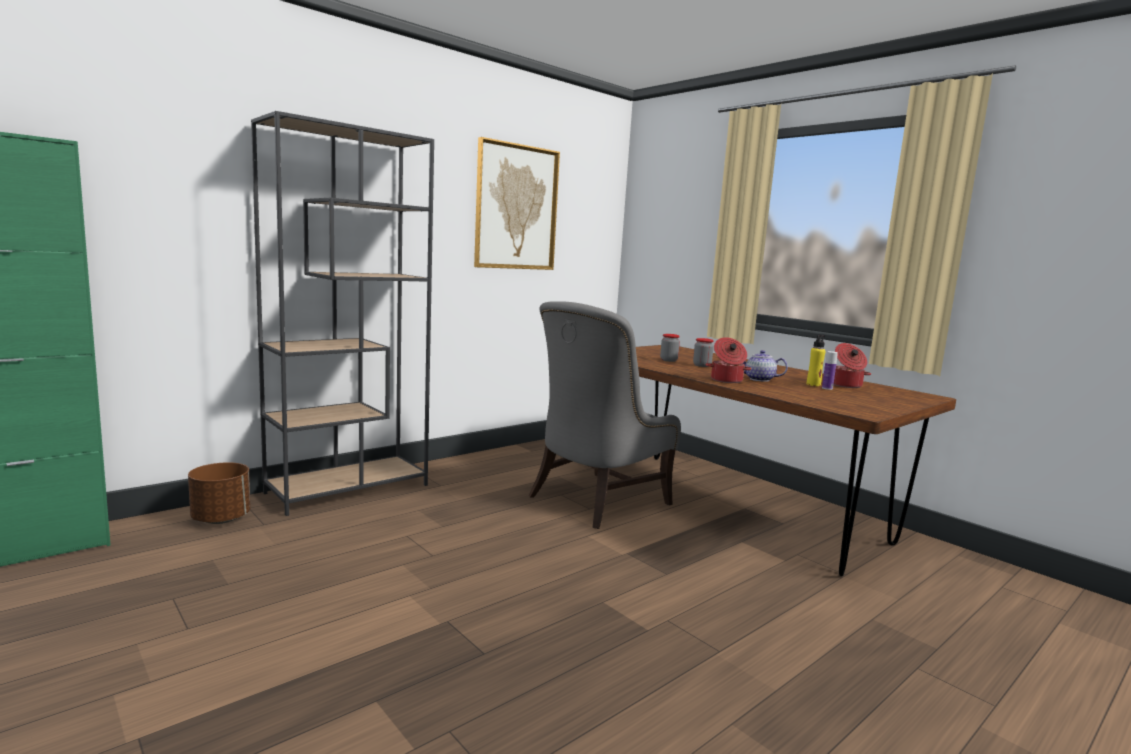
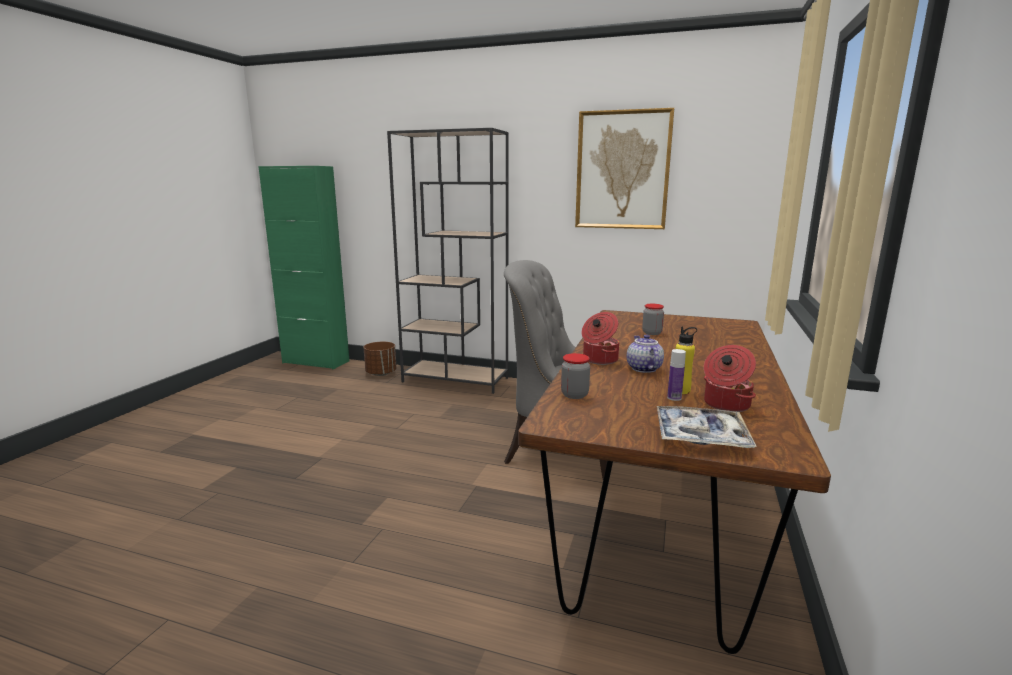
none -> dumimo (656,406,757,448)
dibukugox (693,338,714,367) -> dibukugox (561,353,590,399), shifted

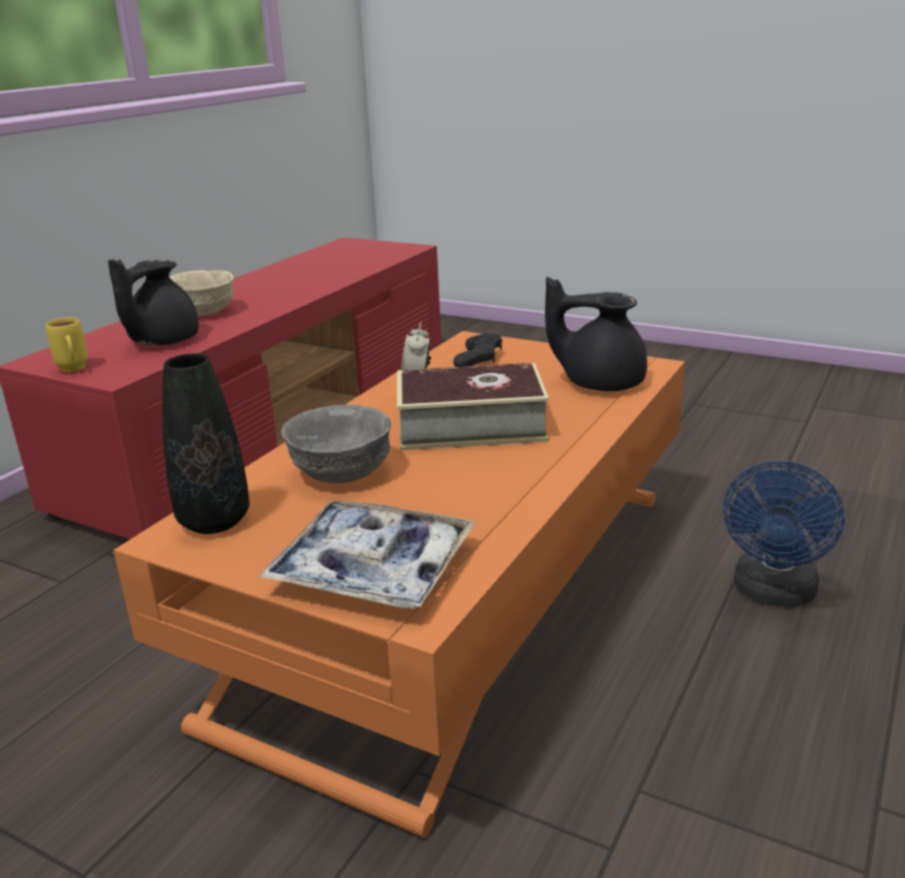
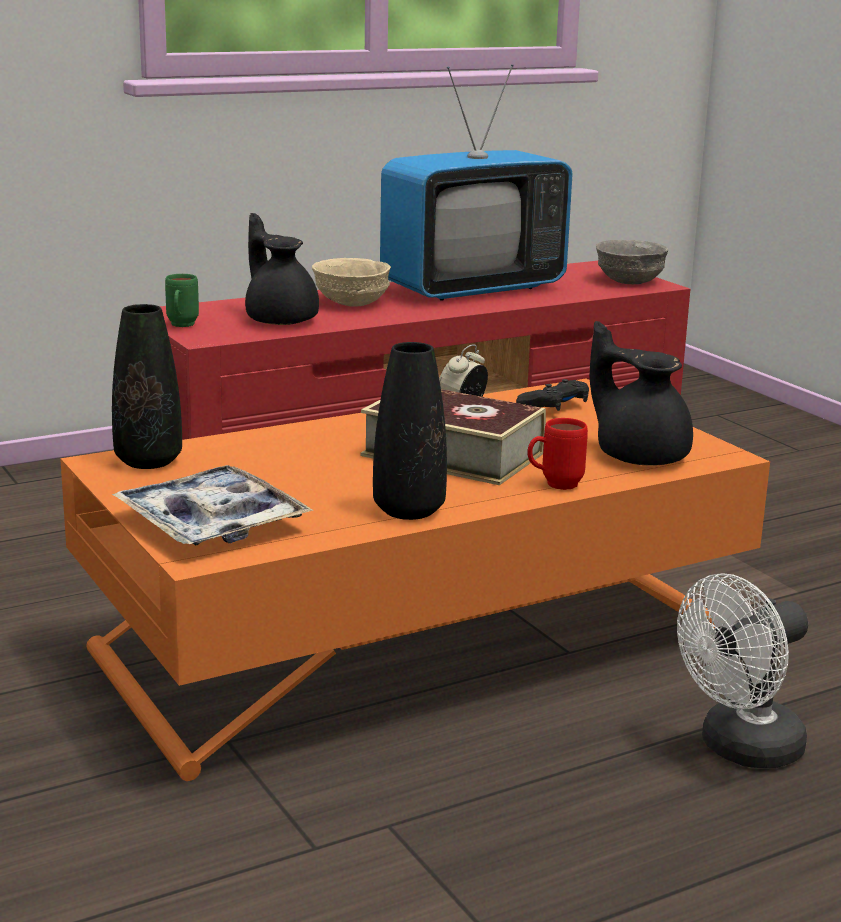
none -> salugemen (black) (373,342,447,520)
none -> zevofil (380,64,573,301)
none -> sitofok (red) (528,418,588,490)
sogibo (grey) (281,405,391,483) -> sogibo (grey) (596,240,668,284), shifted
sitofok (yellow) (46,317,88,372) -> sitofok (green) (165,274,199,327)
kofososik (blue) (723,461,845,607) -> kofososik (white) (677,574,808,768)
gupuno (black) (108,259,199,346) -> gupuno (black) (245,213,319,325), 90 degrees clockwise

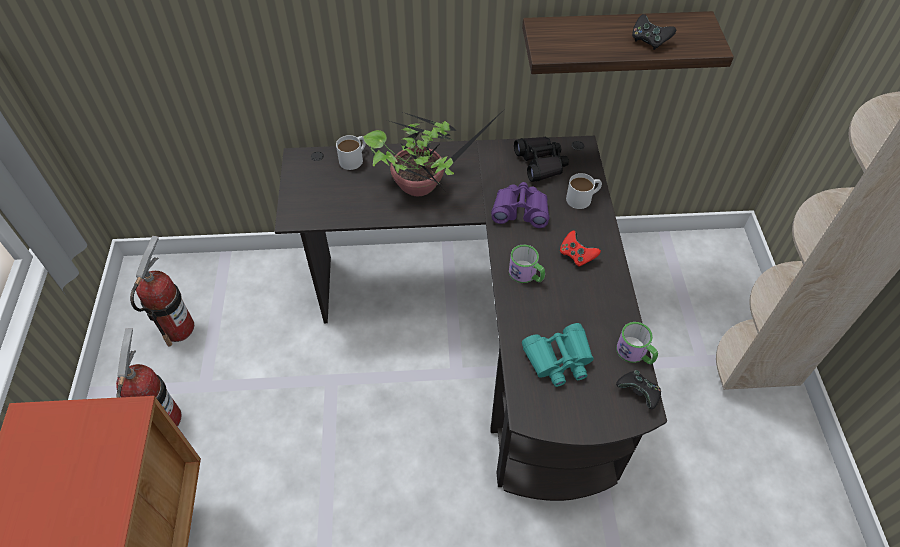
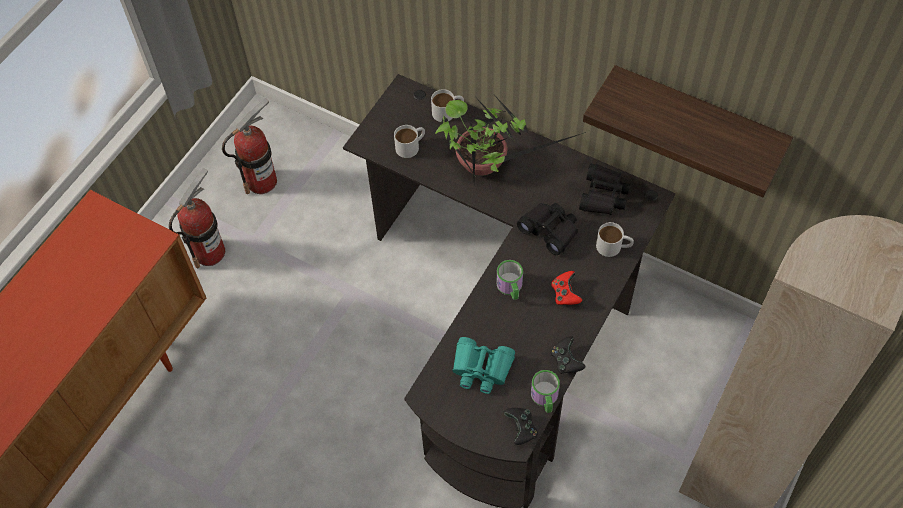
none -> sitofok (white) (394,125,425,158)
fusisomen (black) (632,14,676,50) -> fusisomen (black) (551,336,586,374), shifted
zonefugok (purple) (491,182,549,228) -> zonefugok (black) (517,203,578,255)

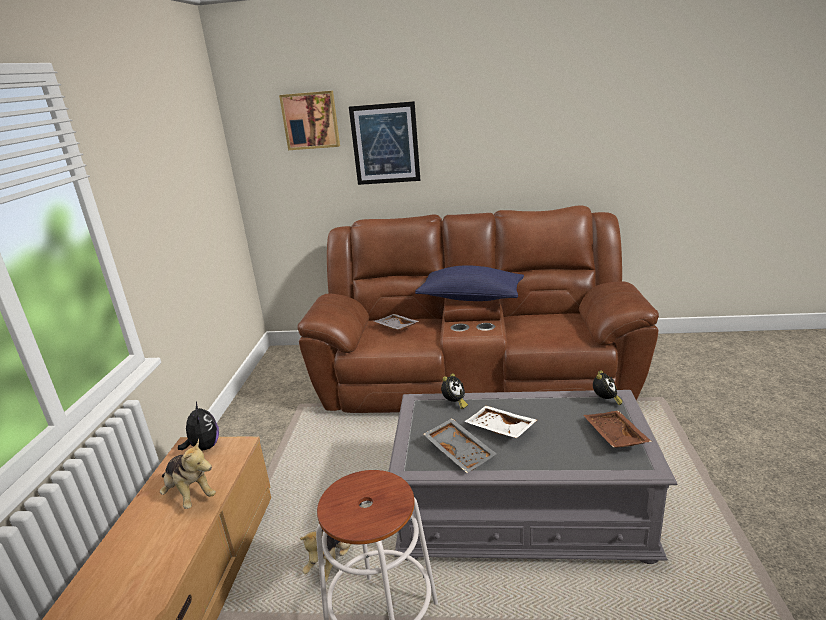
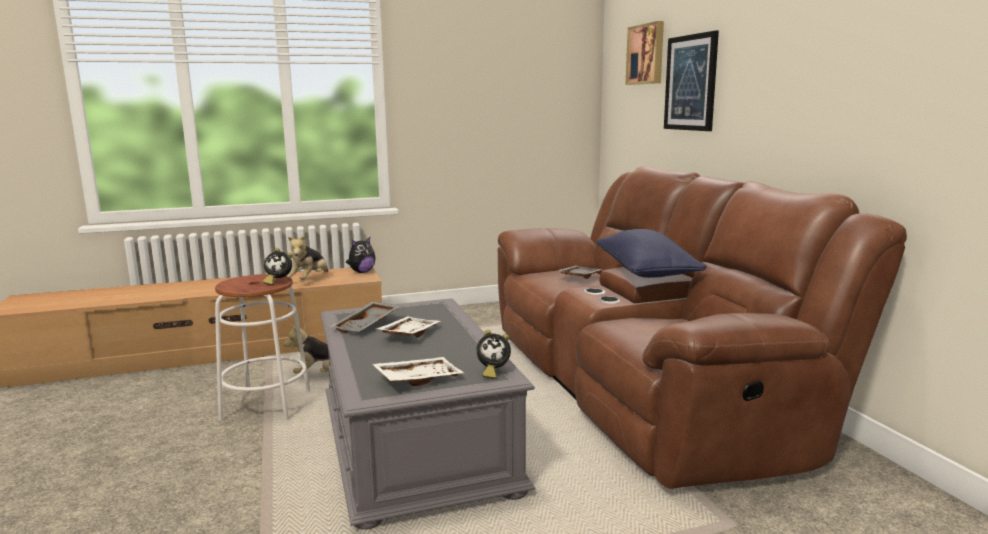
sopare (441,374,468,409) -> sopare (263,248,293,286), shifted
dumimo (brown) (583,411,652,448) -> dumimo (white) (372,357,464,386)

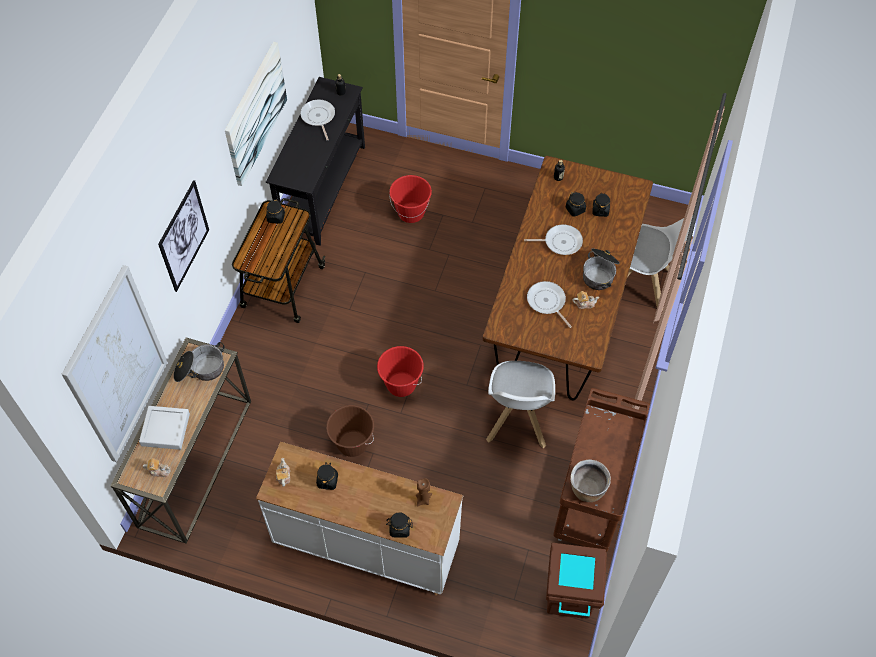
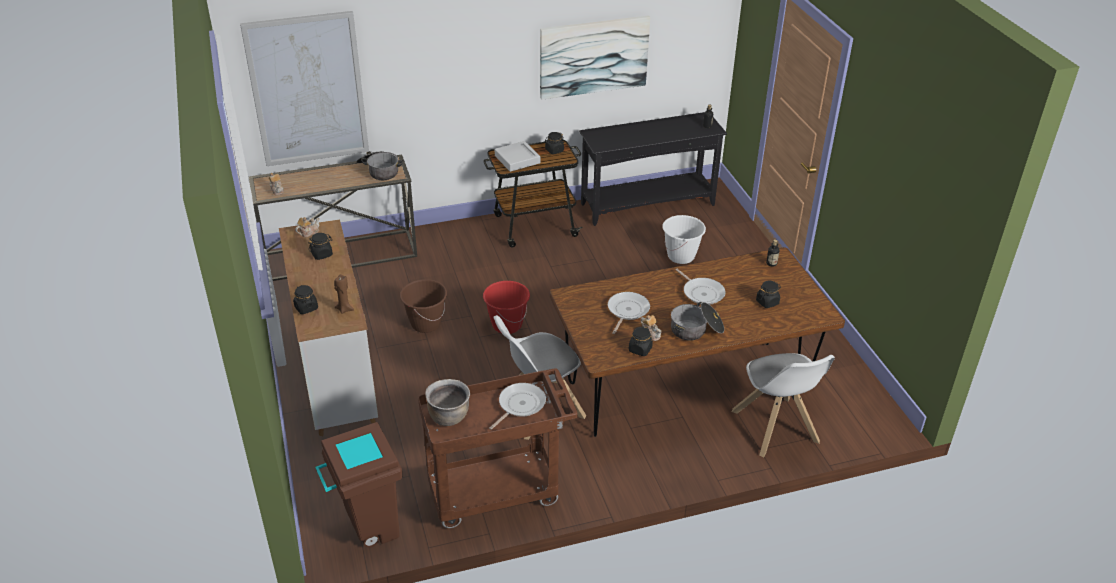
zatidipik (158,180,209,292) -> none
dumimo (grey) (139,406,190,450) -> dumimo (grey) (495,141,540,172), shifted
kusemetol (300,100,335,140) -> kusemetol (489,383,546,430), shifted
dibukugox (black) (566,192,586,217) -> dibukugox (black) (629,326,653,356), shifted
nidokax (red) (389,175,432,223) -> nidokax (white) (662,215,706,264)

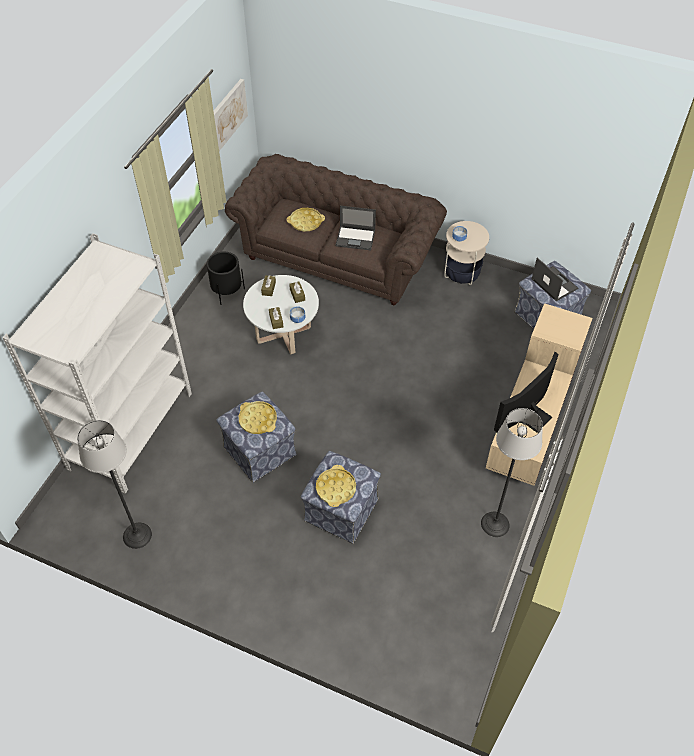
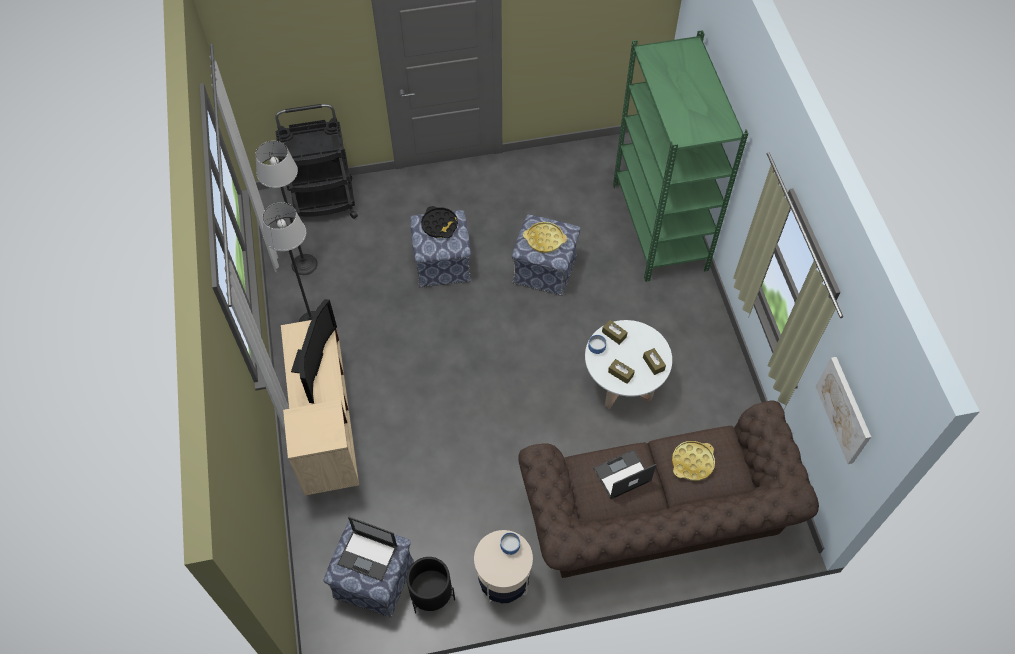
none -> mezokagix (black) (275,104,358,222)
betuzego (77,420,152,549) -> betuzego (255,141,318,275), shifted
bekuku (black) (207,252,245,305) -> bekuku (black) (407,557,455,614), shifted
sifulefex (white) (3,233,192,494) -> sifulefex (green) (613,30,748,282)
dumimo (yellow) (316,465,356,507) -> dumimo (black) (421,206,458,238)

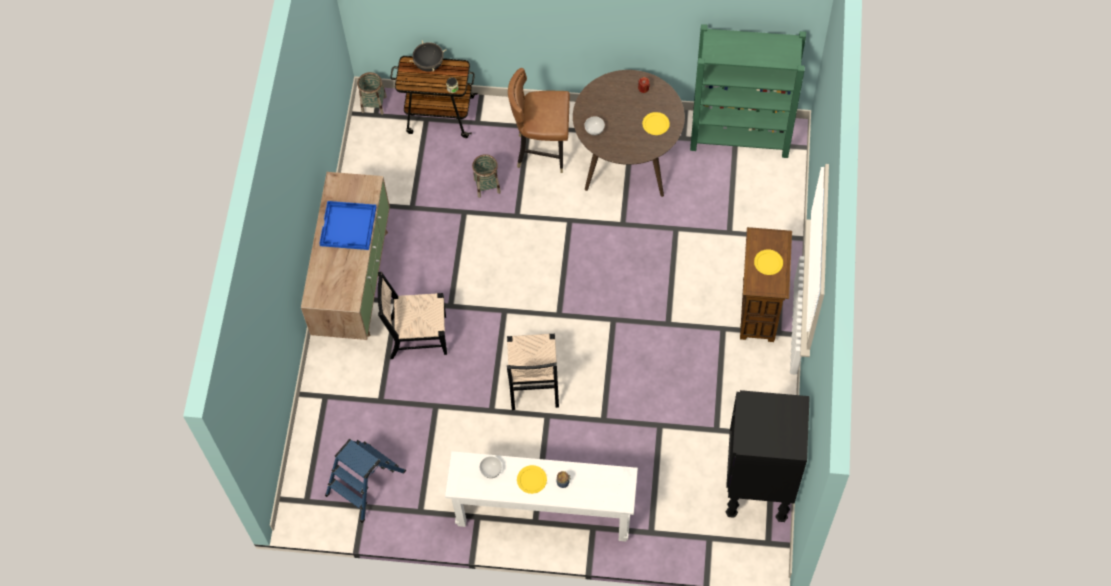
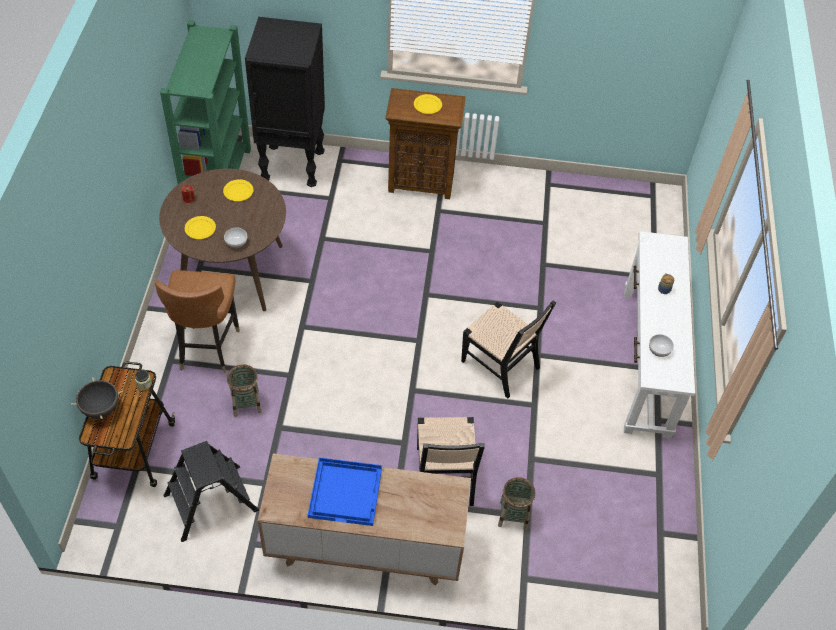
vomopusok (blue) (325,439,406,523) -> none
none -> vomopusok (black) (163,441,259,542)
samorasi (357,72,387,115) -> samorasi (498,477,536,530), shifted
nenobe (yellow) (517,465,547,494) -> nenobe (yellow) (185,216,216,239), shifted
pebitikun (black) (725,390,810,522) -> pebitikun (black) (245,17,325,187), shifted
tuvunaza (507,334,559,410) -> tuvunaza (461,300,556,399), 45 degrees clockwise

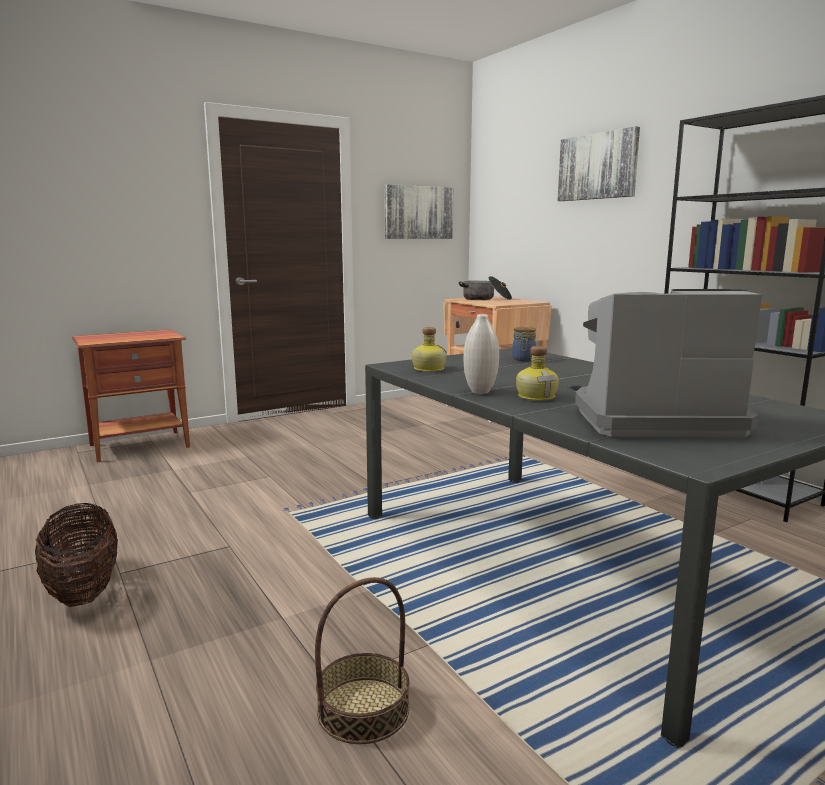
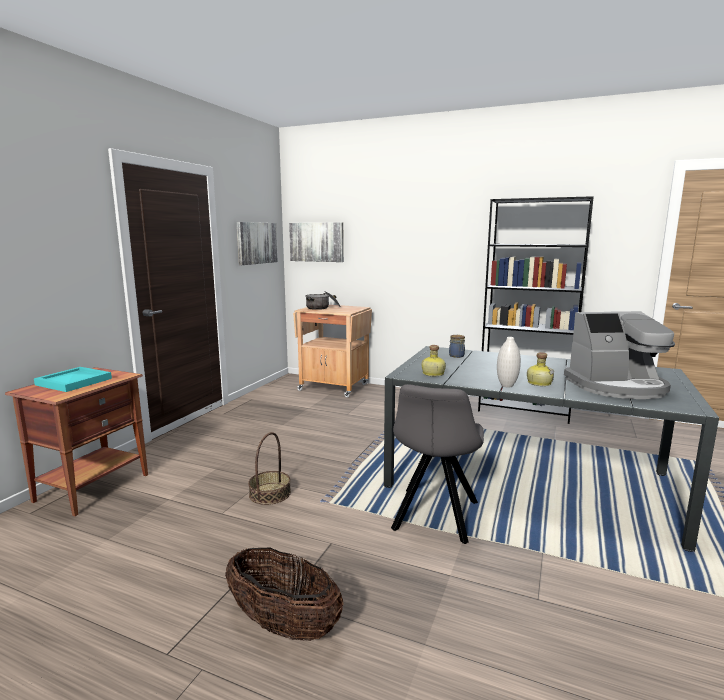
none -> dumimo (turquoise) (34,367,112,392)
none -> tuvunaza (grey) (391,384,484,544)
samorasi (315,577,410,744) -> samorasi (248,432,291,505), shifted
zatidipik (557,126,640,201) -> zatidipik (289,222,344,262), shifted
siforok (575,289,762,437) -> siforok (564,311,675,399), 150 degrees counterclockwise

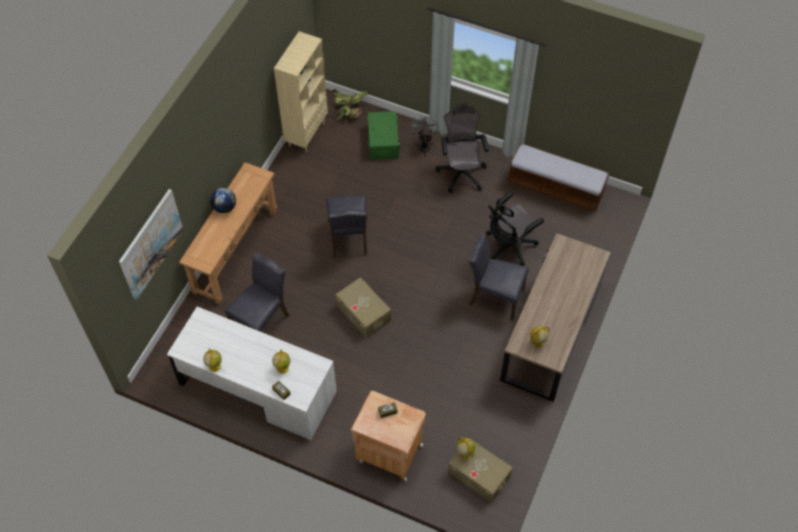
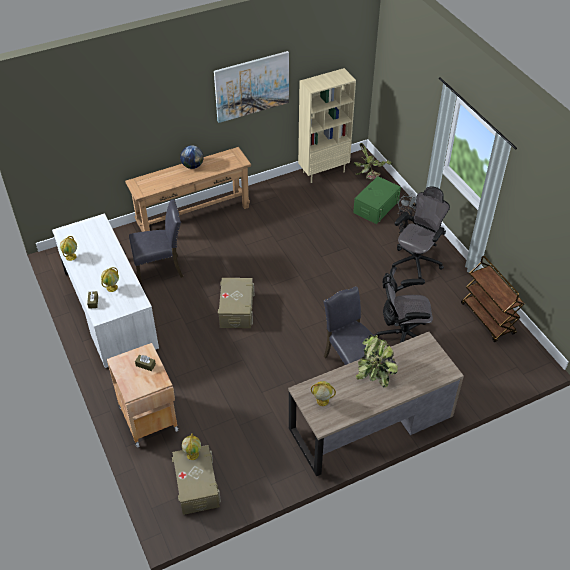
tuvunaza (grey) (326,195,367,258) -> none
none -> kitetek (356,334,398,388)
zatidipik (119,189,183,300) -> zatidipik (214,51,289,123), shifted
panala (508,143,610,211) -> mezokagix (brown) (461,256,524,342)

